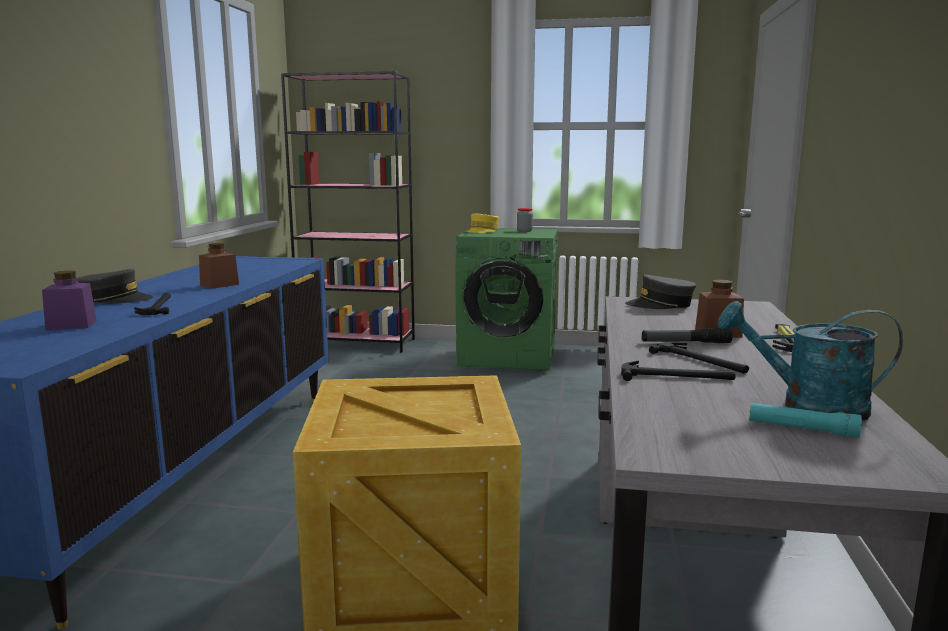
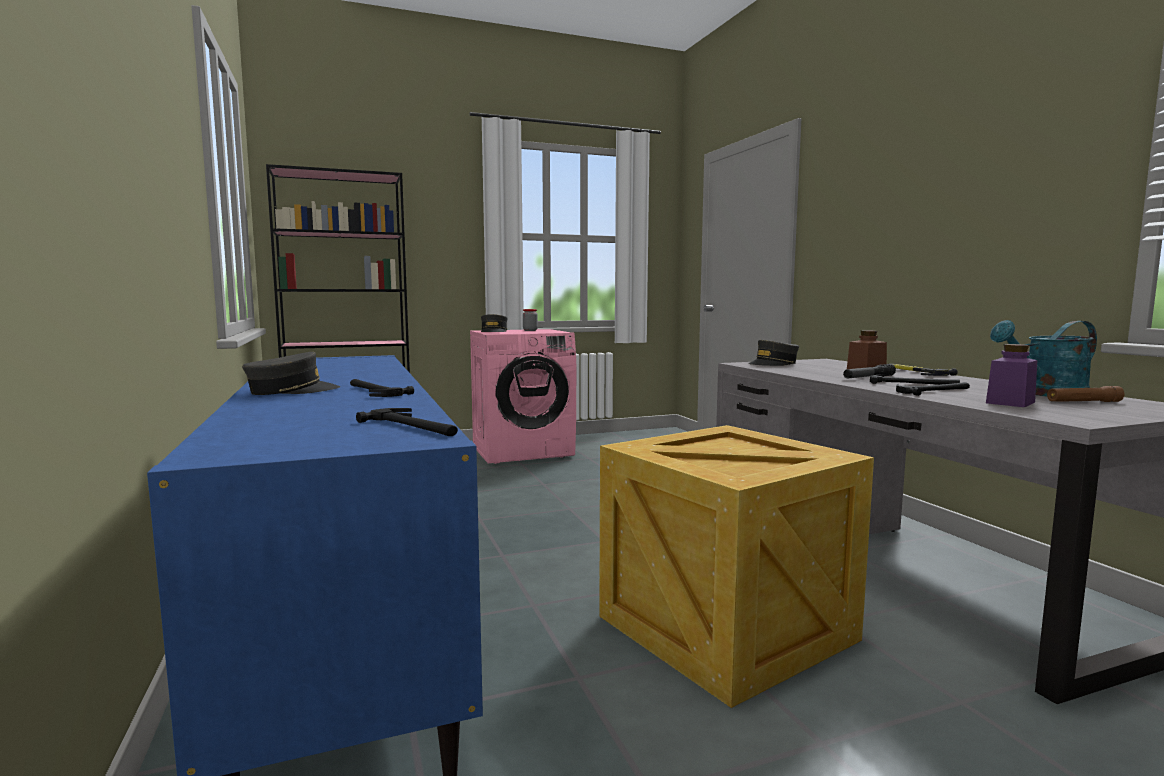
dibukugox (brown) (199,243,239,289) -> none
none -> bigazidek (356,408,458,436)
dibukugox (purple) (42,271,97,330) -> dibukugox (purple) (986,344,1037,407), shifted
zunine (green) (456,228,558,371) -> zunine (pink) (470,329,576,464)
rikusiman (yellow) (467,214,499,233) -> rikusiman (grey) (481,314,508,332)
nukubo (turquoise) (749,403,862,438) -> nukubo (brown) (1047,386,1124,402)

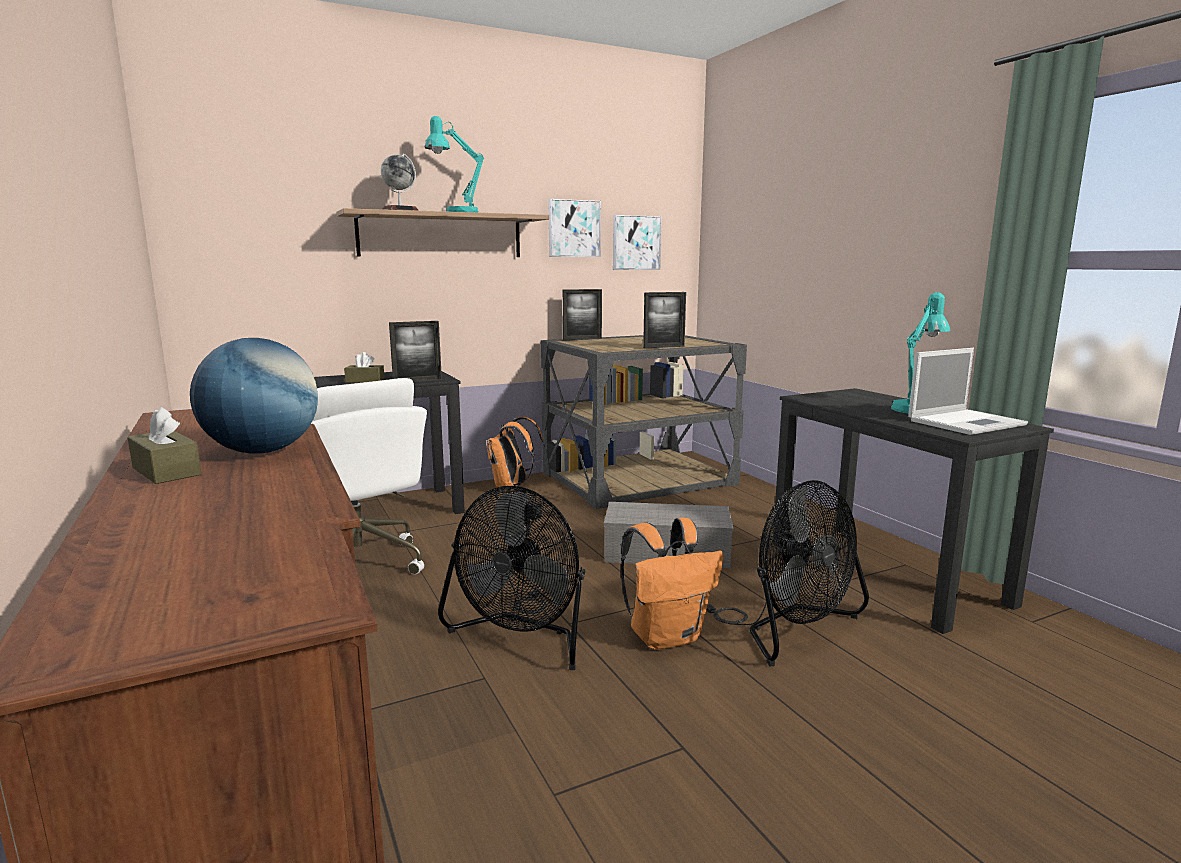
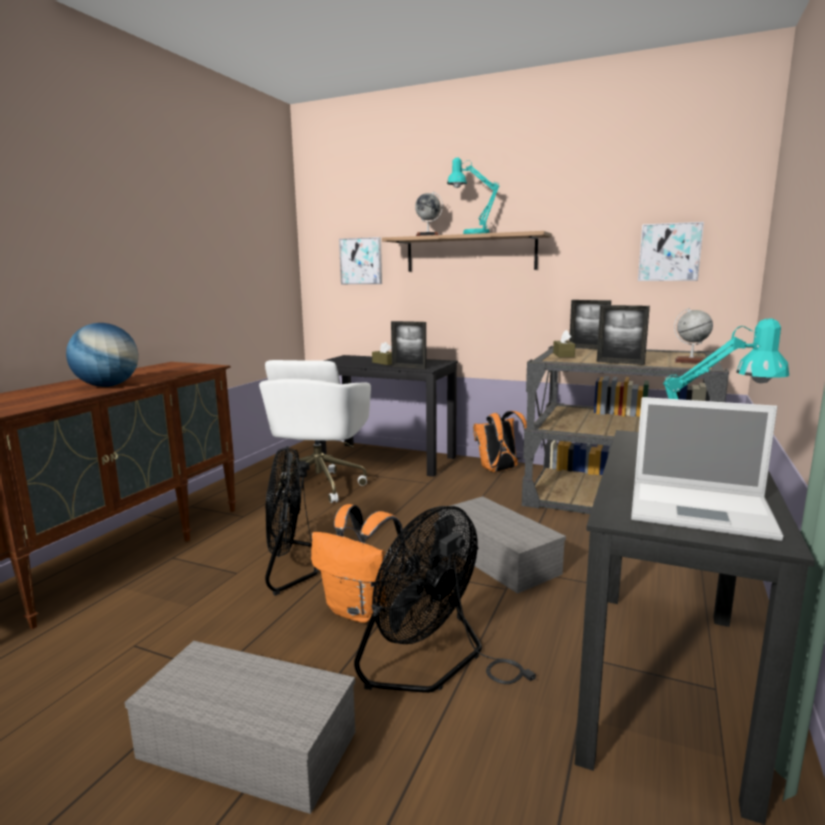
none -> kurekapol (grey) (125,641,355,814)
none -> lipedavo (674,308,713,364)
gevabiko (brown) (128,407,201,484) -> gevabiko (brown) (553,330,575,357), shifted
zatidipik (548,199,601,257) -> zatidipik (339,237,382,284), shifted
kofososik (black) (706,480,869,666) -> kofososik (black) (354,506,537,693), 120 degrees clockwise

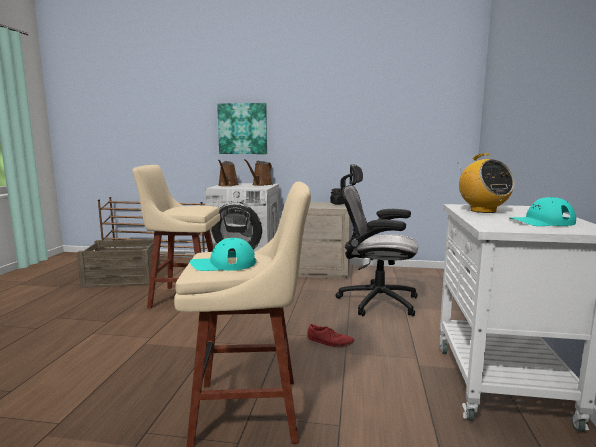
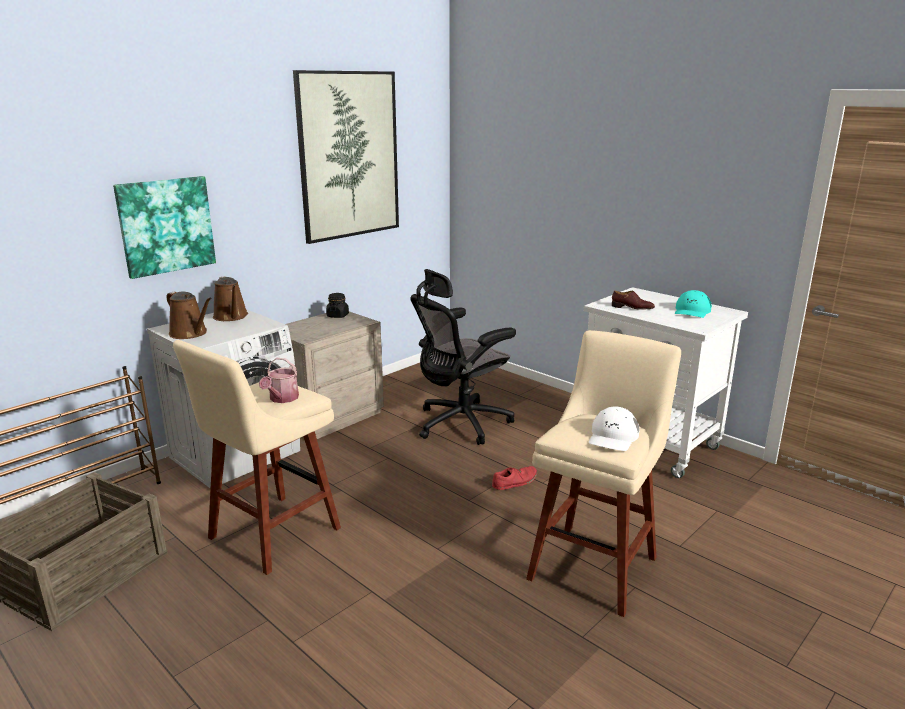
none -> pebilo (259,358,299,403)
none -> zatidipik (293,70,399,244)
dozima (458,153,514,213) -> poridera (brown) (612,290,655,310)
rikusiman (turquoise) (190,238,256,271) -> rikusiman (white) (589,407,640,451)

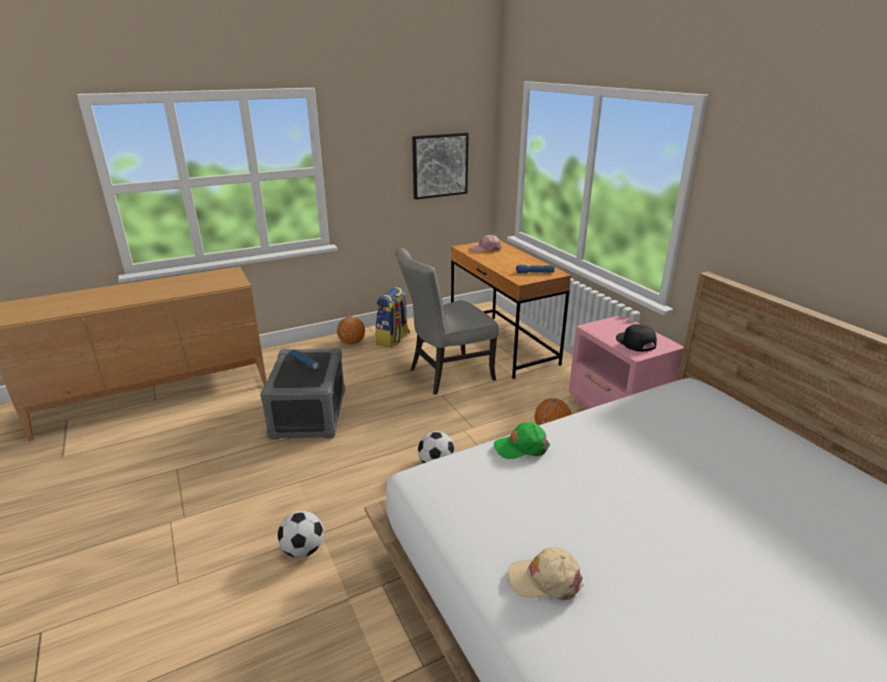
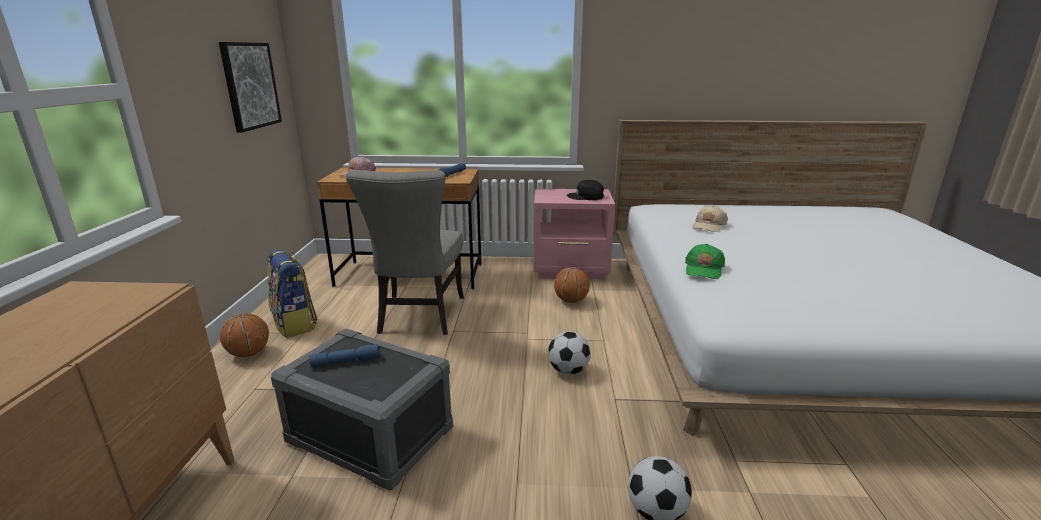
rikusiman (beige) (508,547,583,600) -> rikusiman (beige) (693,205,728,232), shifted

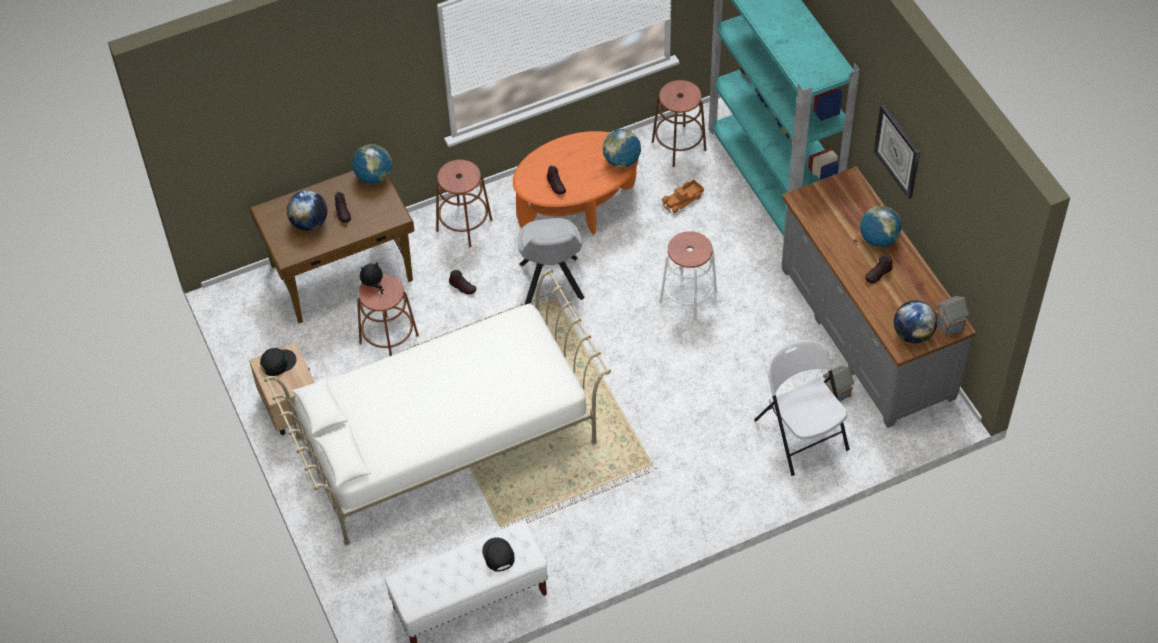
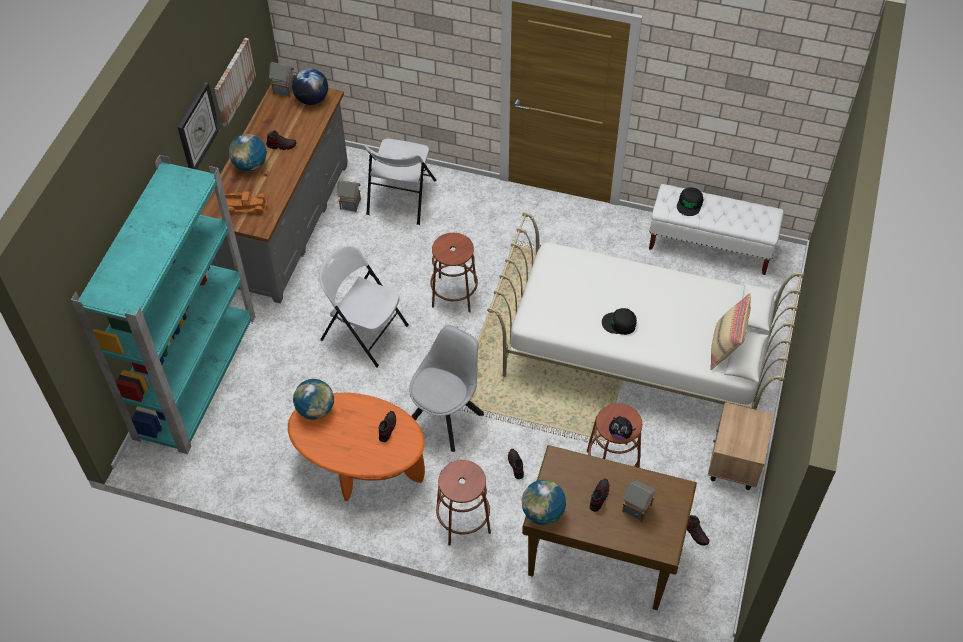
none -> zatidipik (214,38,256,127)
none -> poridera (687,515,709,545)
none -> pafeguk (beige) (710,293,751,370)
rikusiman (black) (260,348,296,376) -> rikusiman (black) (602,308,637,335), shifted
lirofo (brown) (652,80,706,167) -> lirofo (brown) (430,233,478,312), shifted
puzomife (661,179,704,213) -> puzomife (225,192,267,214), shifted
lipedavo (287,190,327,231) -> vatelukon (622,479,656,522)
lirofo (white) (660,231,717,321) -> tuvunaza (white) (319,246,409,368)

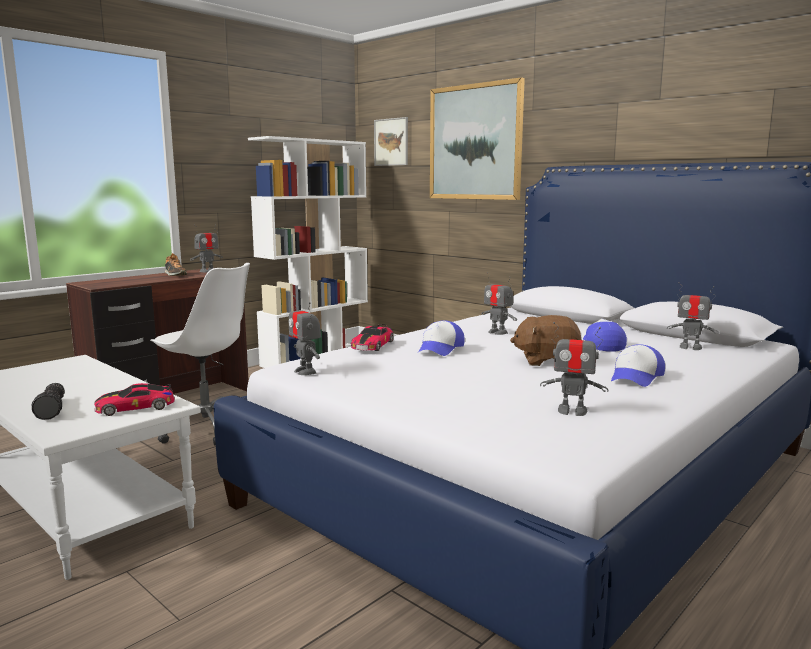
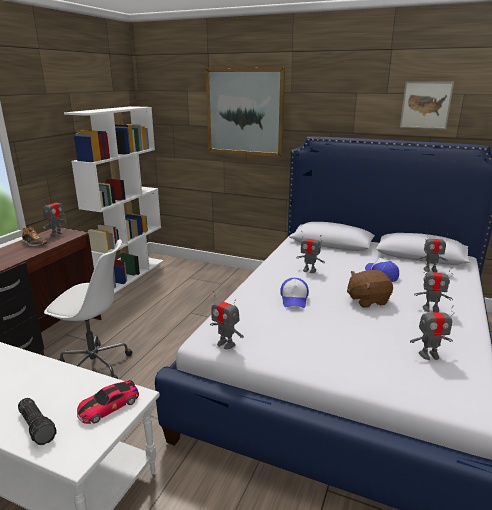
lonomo (351,324,394,351) -> none
zatidipik (374,117,408,166) -> zatidipik (400,82,454,129), shifted
rikusiman (611,344,665,387) -> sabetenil (414,266,453,313)

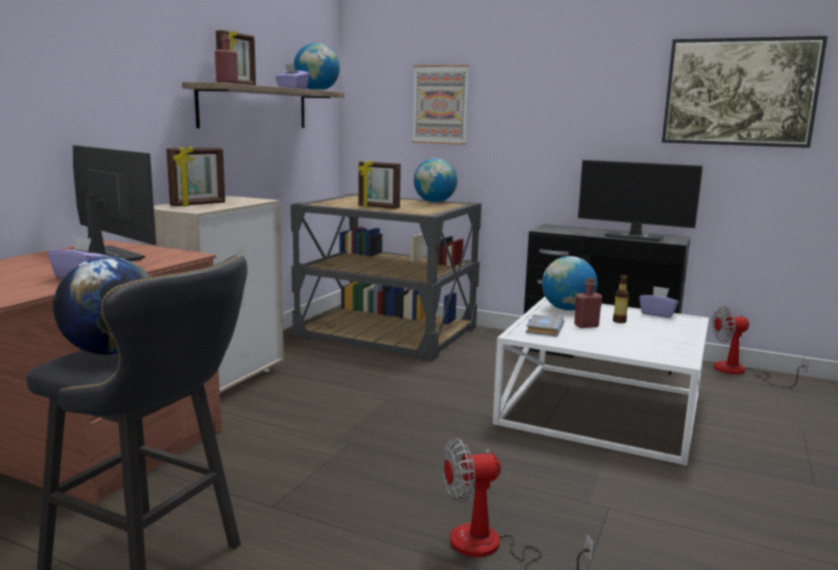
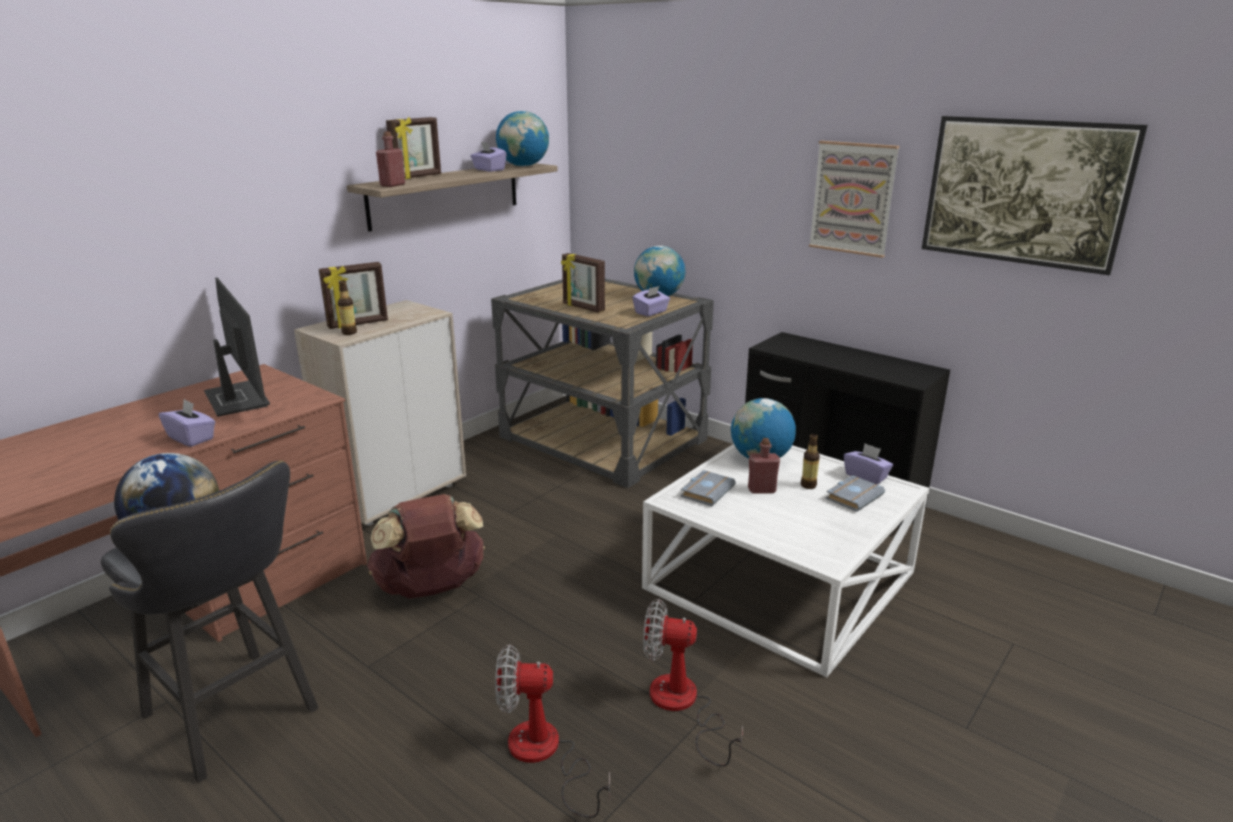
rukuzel (578,160,703,242) -> none
none -> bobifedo (338,281,357,335)
none -> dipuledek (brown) (367,494,485,599)
none -> gevabiko (purple) (632,286,670,316)
none -> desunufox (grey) (826,475,885,512)
zatidipik (412,65,469,145) -> zatidipik (809,141,899,258), shifted
kofososik (712,306,809,388) -> kofososik (643,599,743,767), shifted

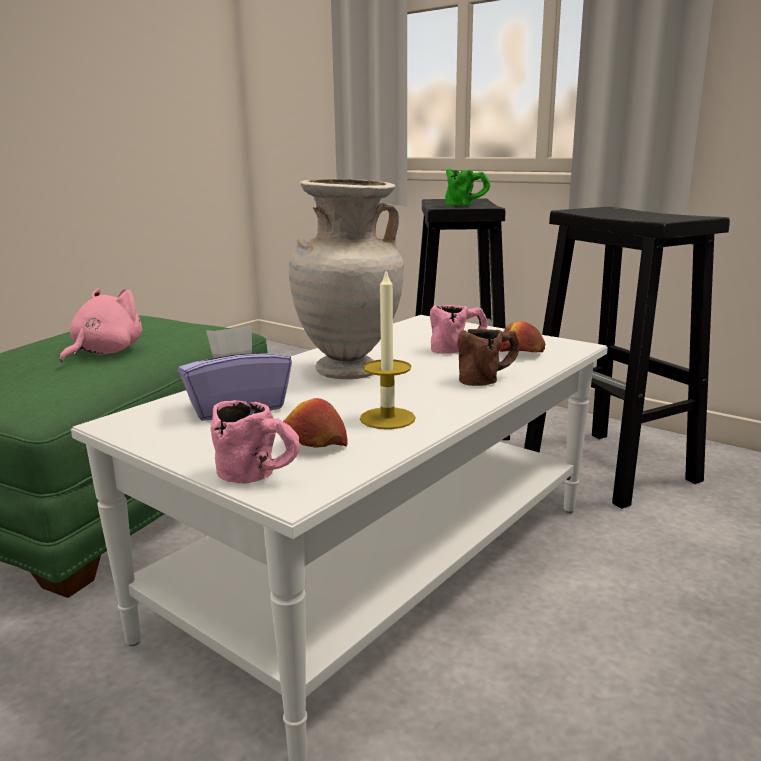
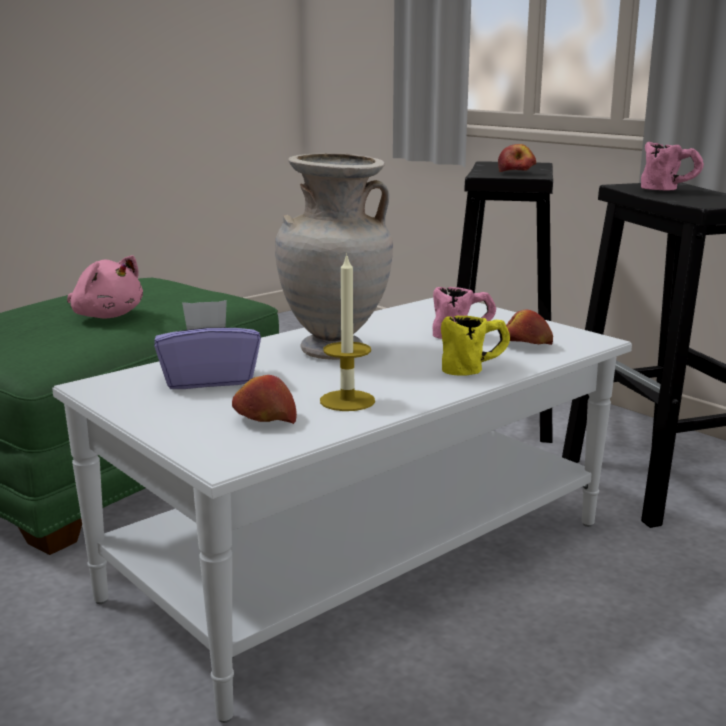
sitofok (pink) (210,400,300,484) -> sitofok (pink) (641,142,704,190), shifted
sitofok (green) (445,169,490,205) -> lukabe (498,144,536,172)
sitofok (brown) (457,329,519,386) -> sitofok (yellow) (441,315,510,376)
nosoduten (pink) (60,288,142,362) -> nosoduten (pink) (67,255,143,318), 90 degrees clockwise

